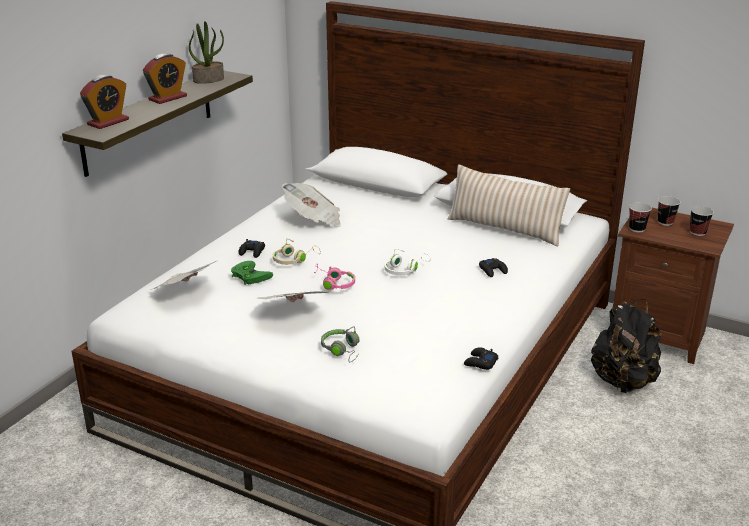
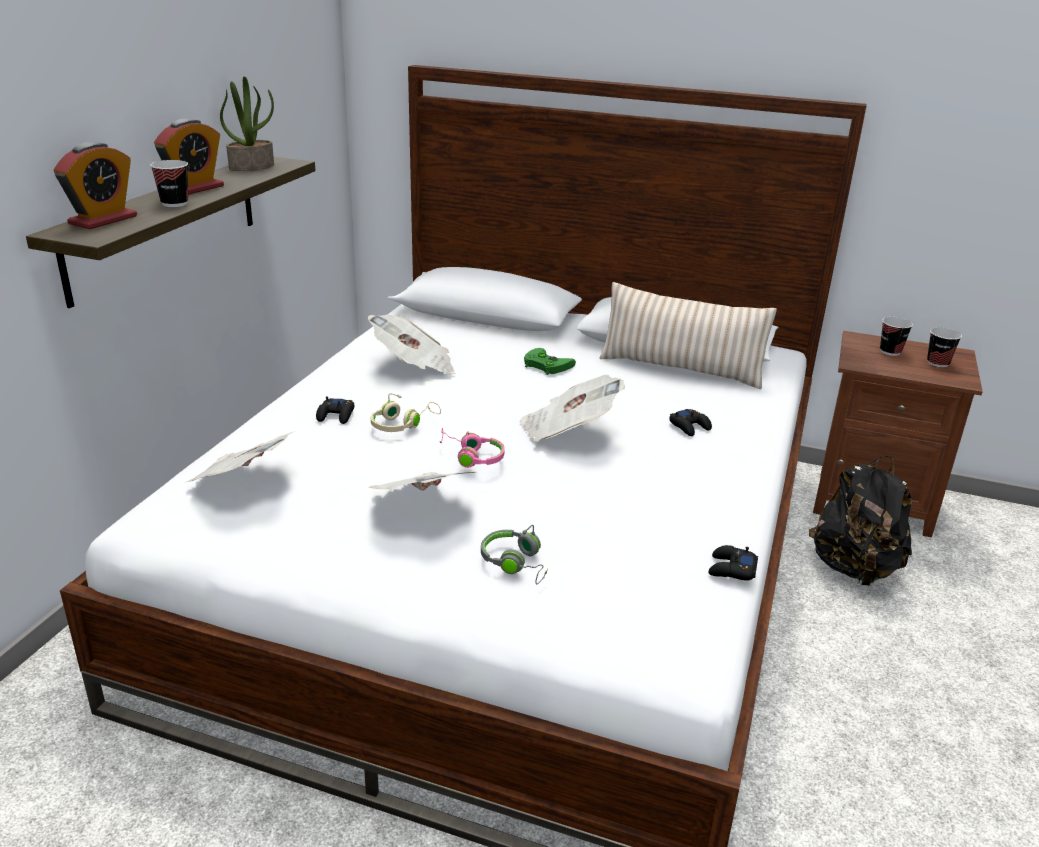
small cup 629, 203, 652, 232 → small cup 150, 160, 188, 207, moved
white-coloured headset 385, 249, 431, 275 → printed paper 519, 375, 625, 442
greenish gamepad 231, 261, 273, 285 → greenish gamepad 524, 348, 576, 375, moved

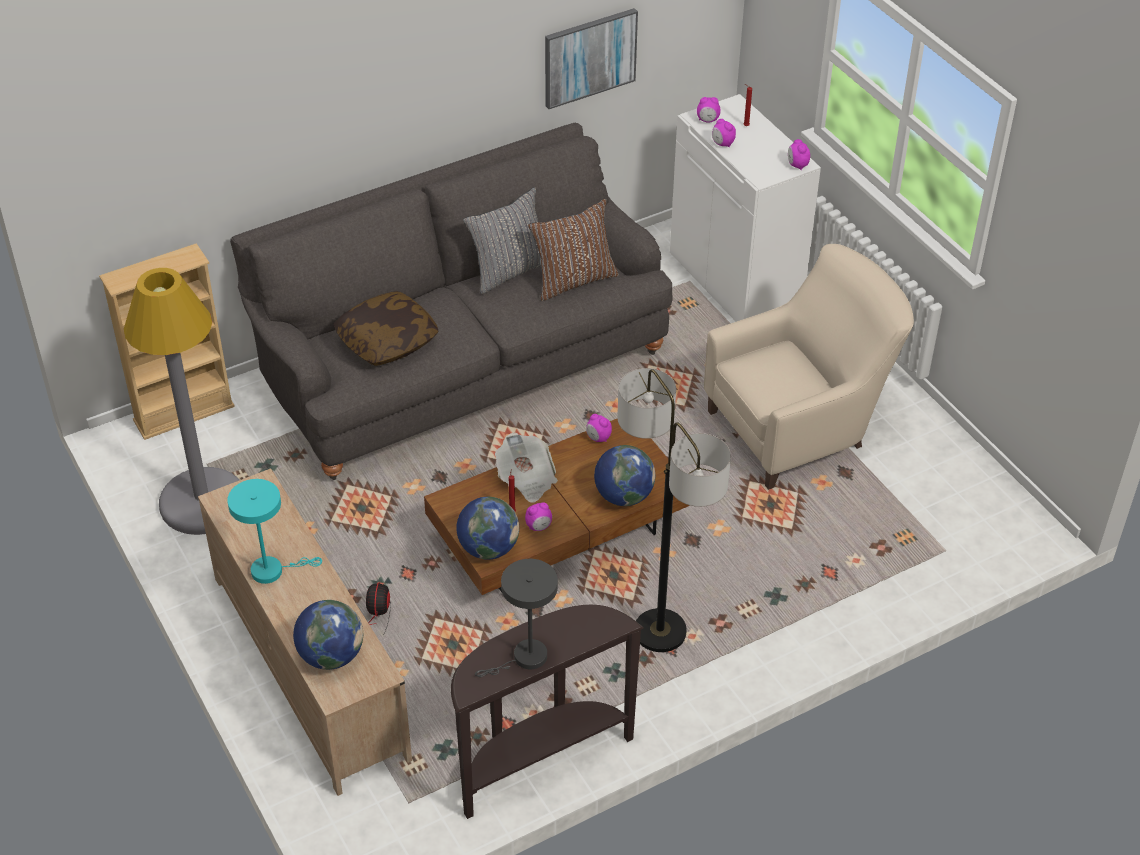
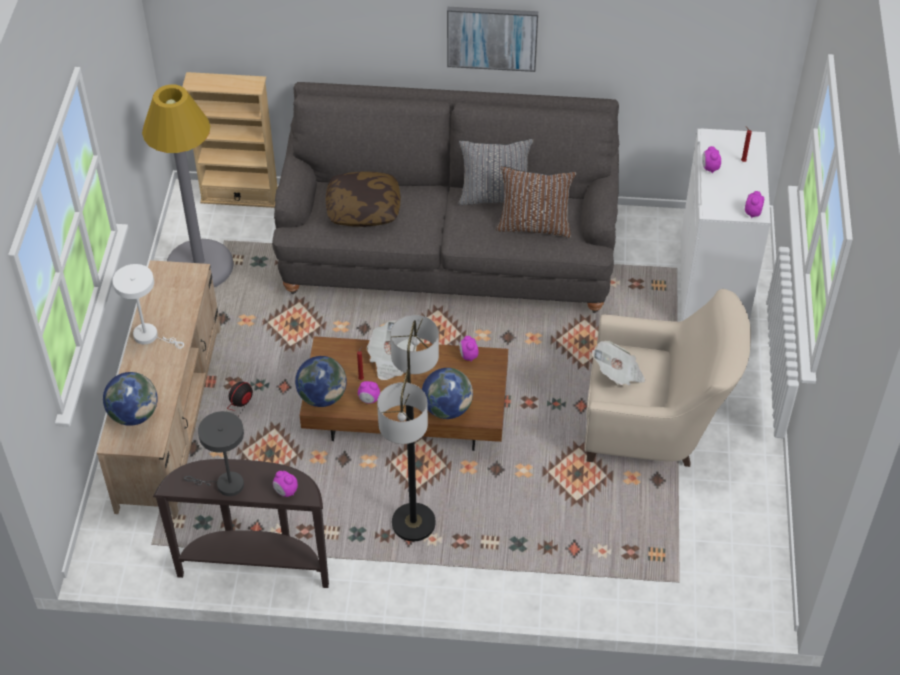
wall picture 545, 8, 638, 109 → wall picture 447, 7, 538, 72, moved
bedside clock 697, 97, 721, 123 → bedside clock 273, 471, 298, 497, moved
turquoise-coloured table lamp 227, 479, 322, 584 → white-coloured table lamp 113, 264, 184, 349
- → printed paper 592, 341, 645, 386

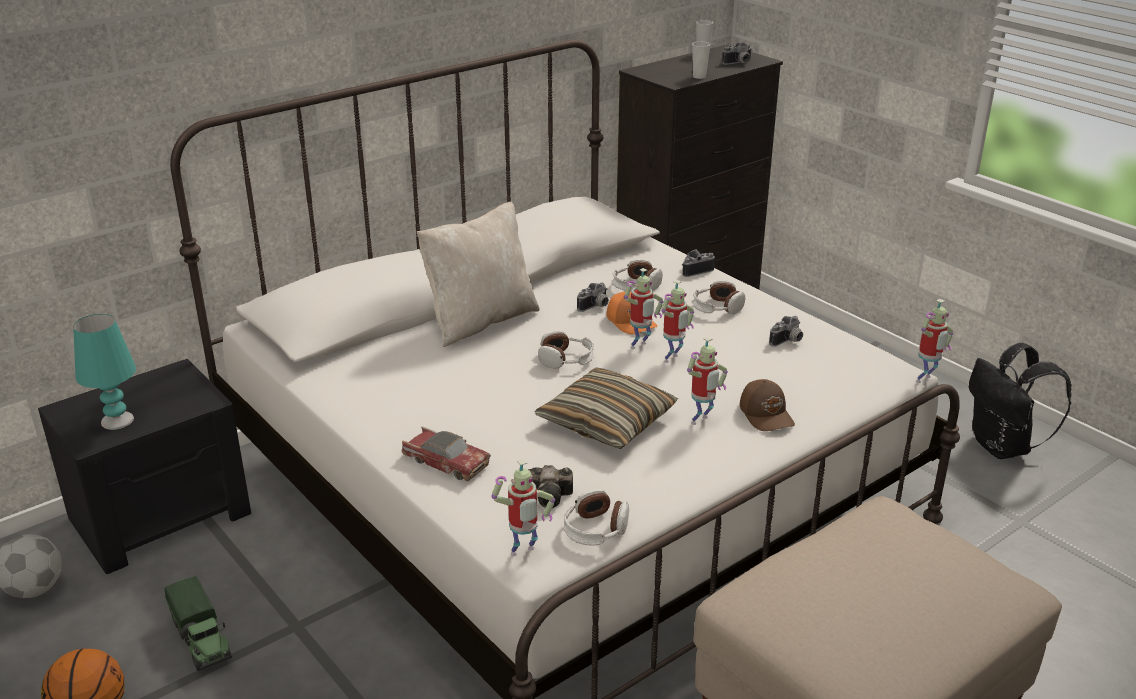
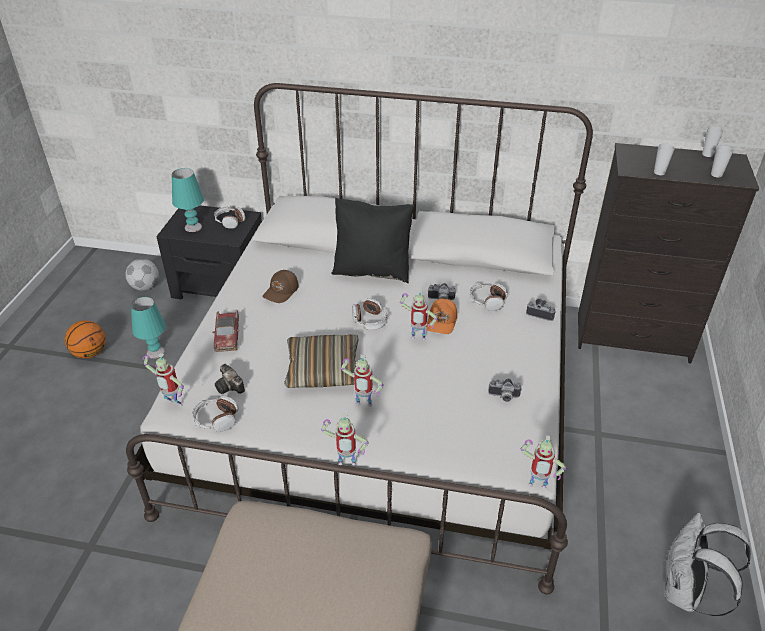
photo camera 722, 42, 752, 65 → small cup 711, 145, 734, 178
beige-coloured cushion 417, 202, 540, 347 → blackish cushion 331, 198, 414, 283
robot figure 661, 280, 694, 363 → robot figure 321, 413, 369, 465, moved
headset 693, 280, 746, 314 → headset 214, 207, 245, 228, moved
blackish backpack 969, 343, 1072, 459 → white-coloured backpack 664, 513, 751, 616
brown-coloured baseball cap 740, 379, 795, 431 → brown-coloured baseball cap 262, 270, 299, 303, moved
model truck 165, 576, 232, 671 → turquoise-coloured table lamp 131, 297, 166, 359

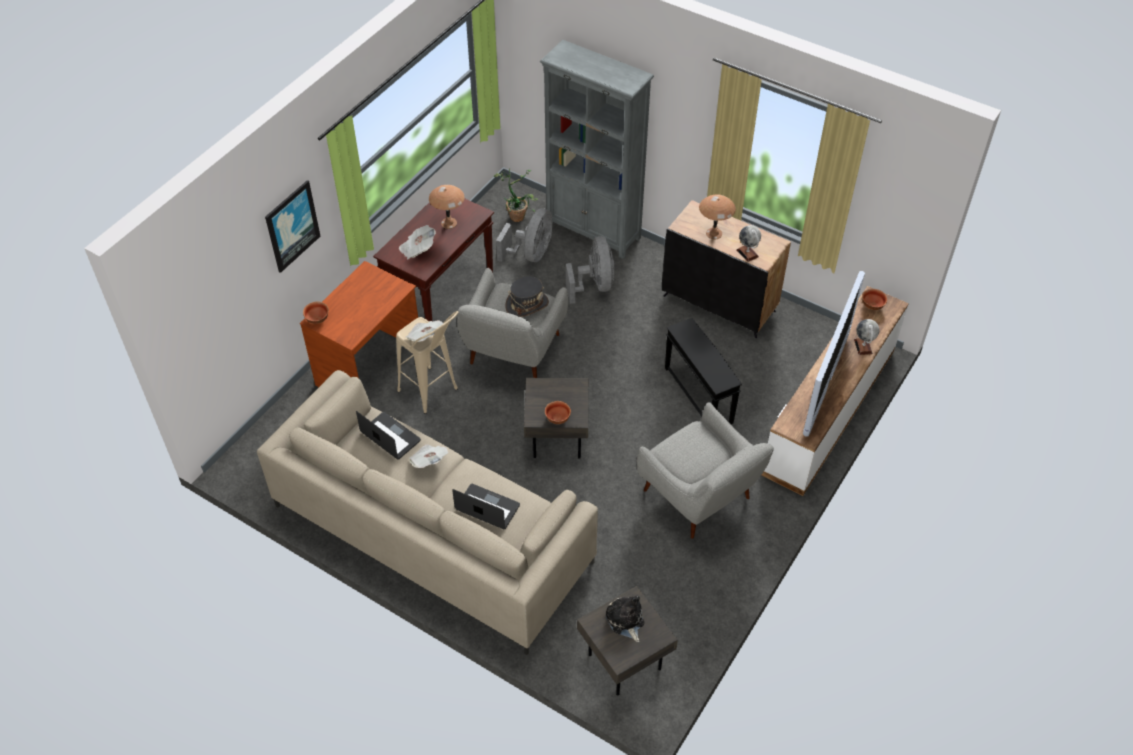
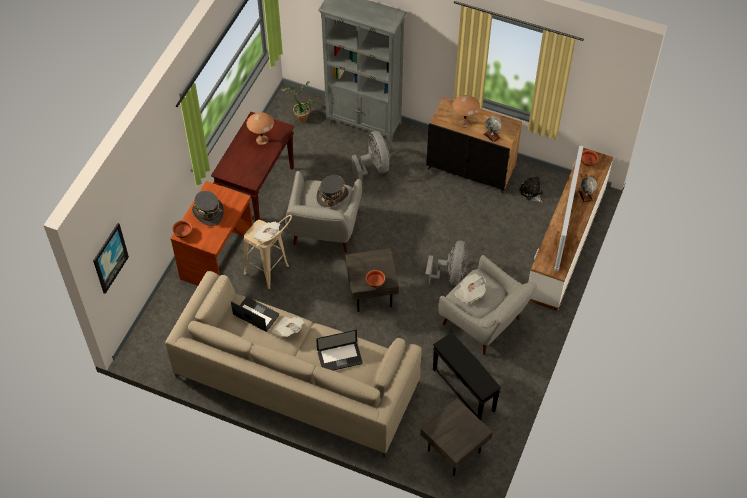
wall picture 265, 180, 320, 273 → wall picture 93, 223, 129, 294, moved
grey cooling fan 496, 208, 552, 262 → grey cooling fan 425, 241, 468, 288, moved
printed paper 399, 225, 436, 259 → printed paper 454, 274, 486, 305, moved
blackish accent table 665, 318, 742, 424 → blackish accent table 433, 332, 501, 420, moved
portable computer 452, 484, 520, 529 → portable computer 316, 330, 363, 371, 150 degrees clockwise
soft toy 606, 595, 644, 642 → soft toy 519, 176, 543, 203, moved
- → grey hat 192, 191, 224, 226

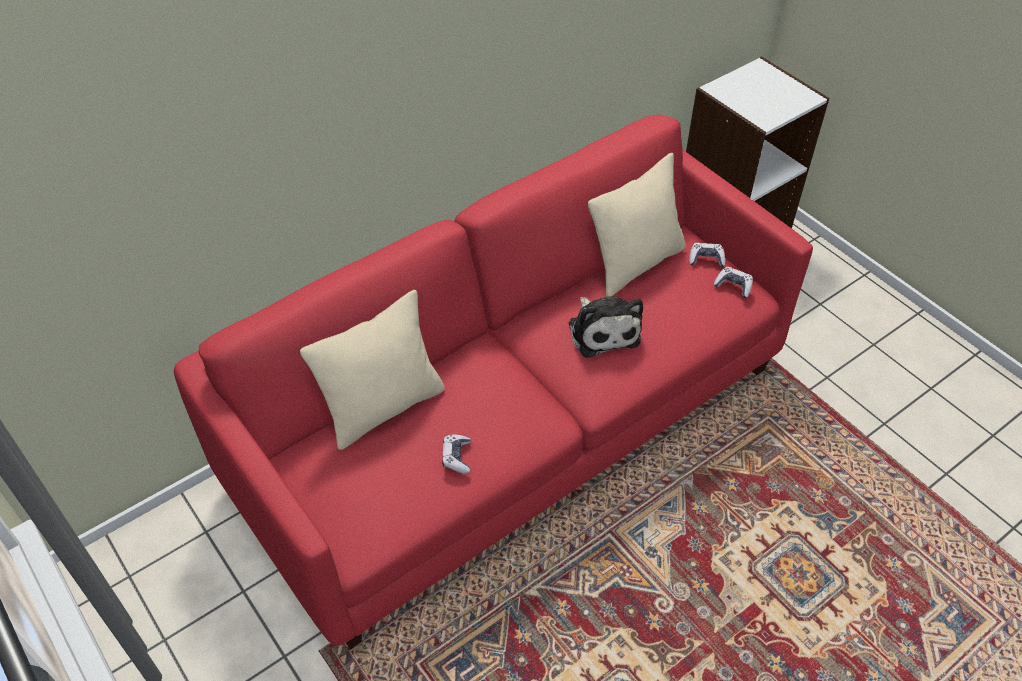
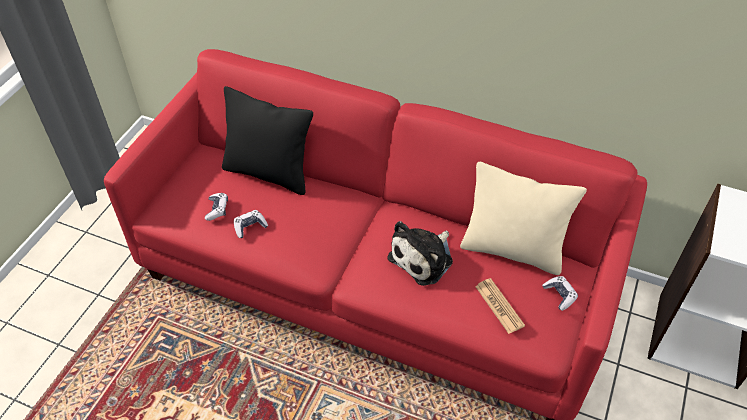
gamepad 714, 267, 753, 298 → gamepad 205, 193, 228, 221, moved
beige-coloured cushion 300, 290, 445, 450 → blackish cushion 222, 86, 313, 195
- → printed paper 475, 278, 525, 334

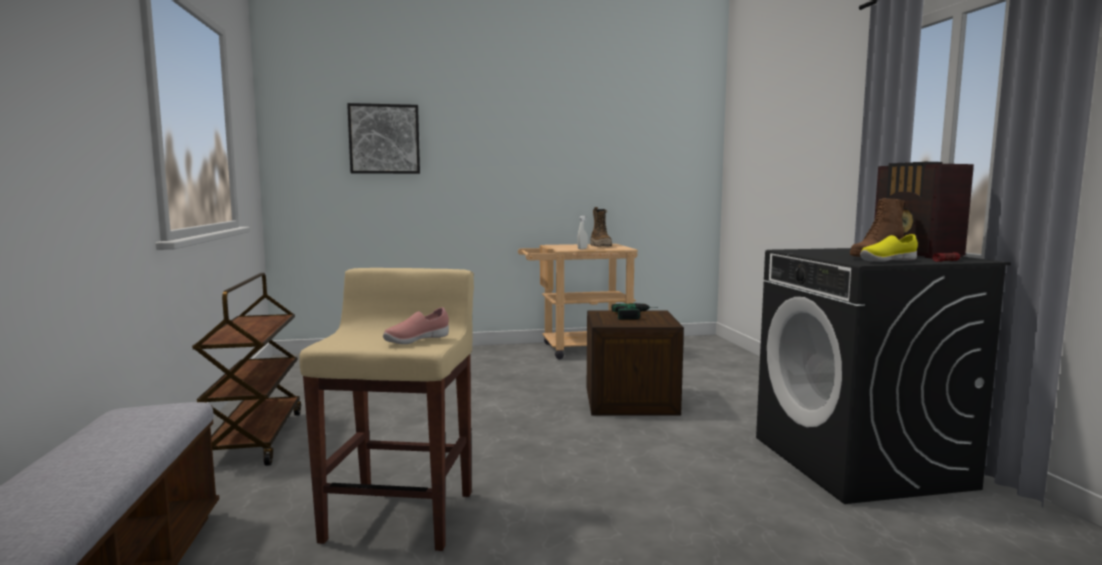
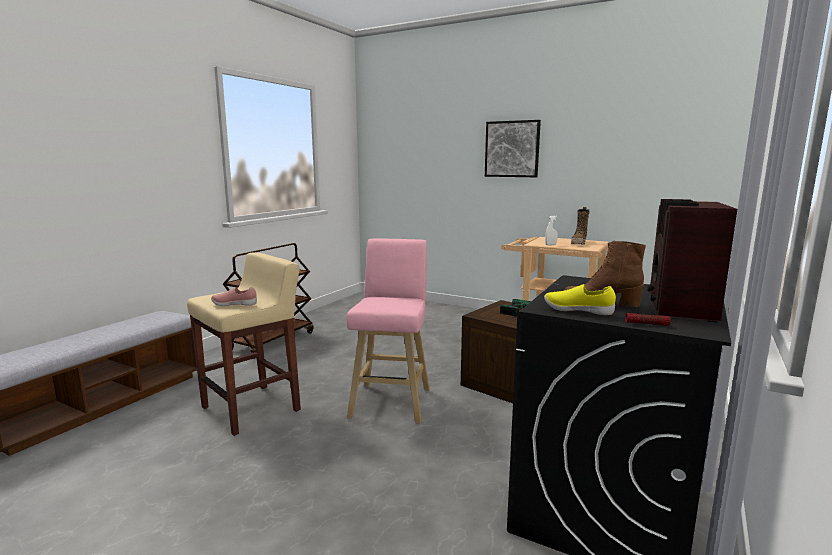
wall picture 347, 103, 420, 174 → wall picture 485, 120, 541, 177, moved
- → pink-coloured stool seat 346, 238, 430, 424

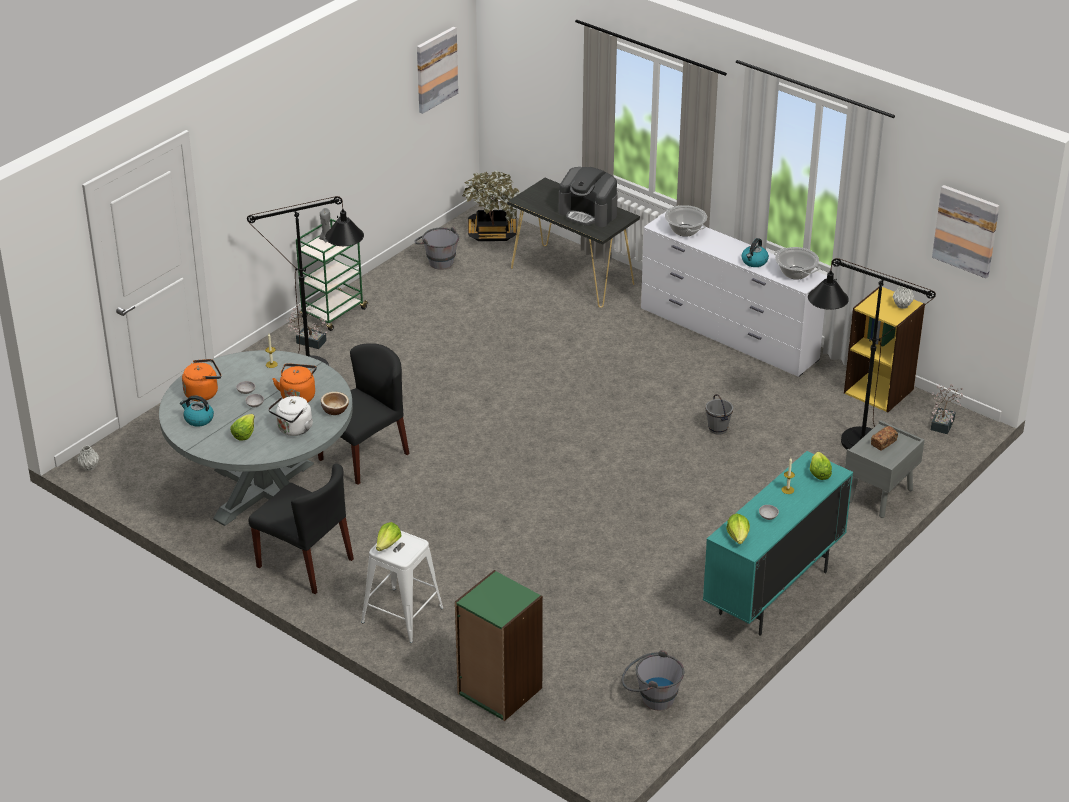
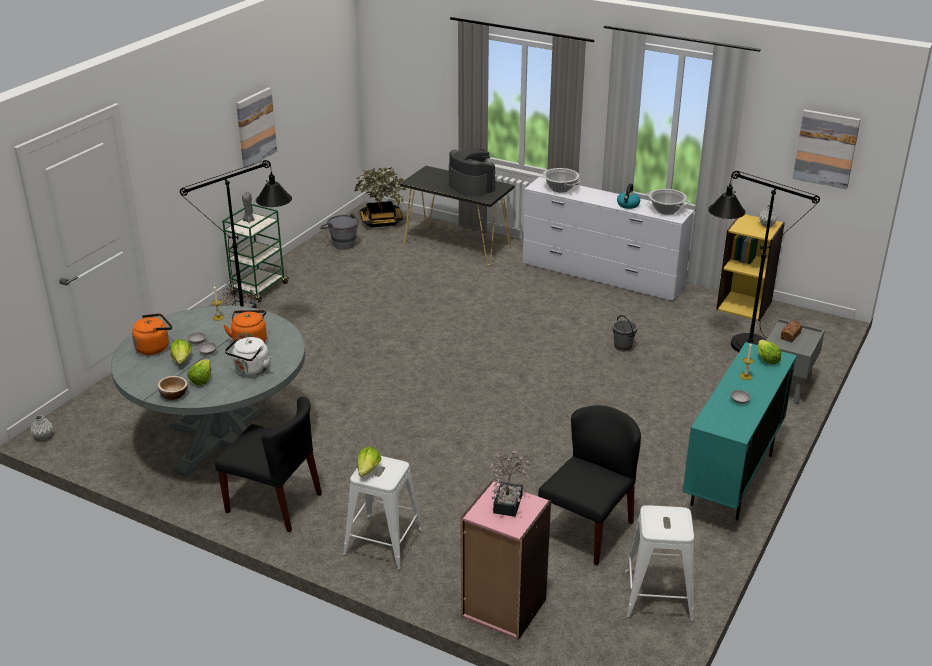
wall picture 417, 27, 458, 114 → wall picture 236, 87, 277, 168, moved
coffee maker 559, 167, 618, 227 → coffee maker 449, 148, 495, 197, 150 degrees counterclockwise
blackish plain chair 318, 343, 409, 485 → blackish plain chair 538, 405, 641, 565, moved
plant in a pot 931, 384, 963, 434 → plant in a pot 490, 451, 531, 517, moved
deep dish 321, 392, 349, 415 → deep dish 157, 376, 188, 400, moved
water kettle 180, 395, 214, 427 → -
lettuce 727, 513, 750, 544 → lettuce 170, 339, 192, 364, moved
greenish shelving unit 455, 570, 543, 721 → pink-coloured shelving unit 461, 481, 551, 640
grey water bucket 622, 650, 684, 710 → white-coloured stool seat 624, 505, 694, 622

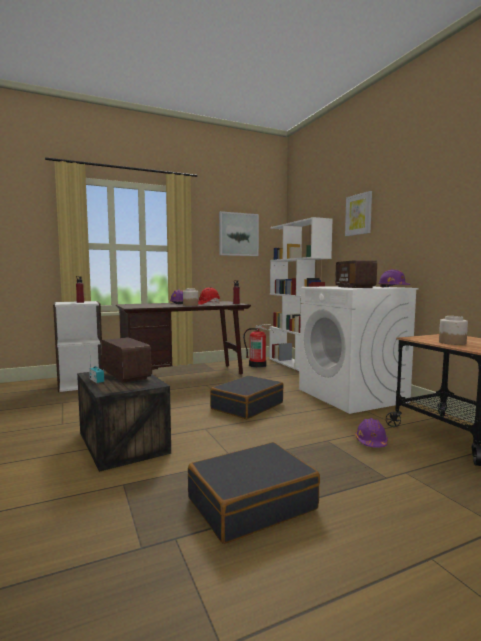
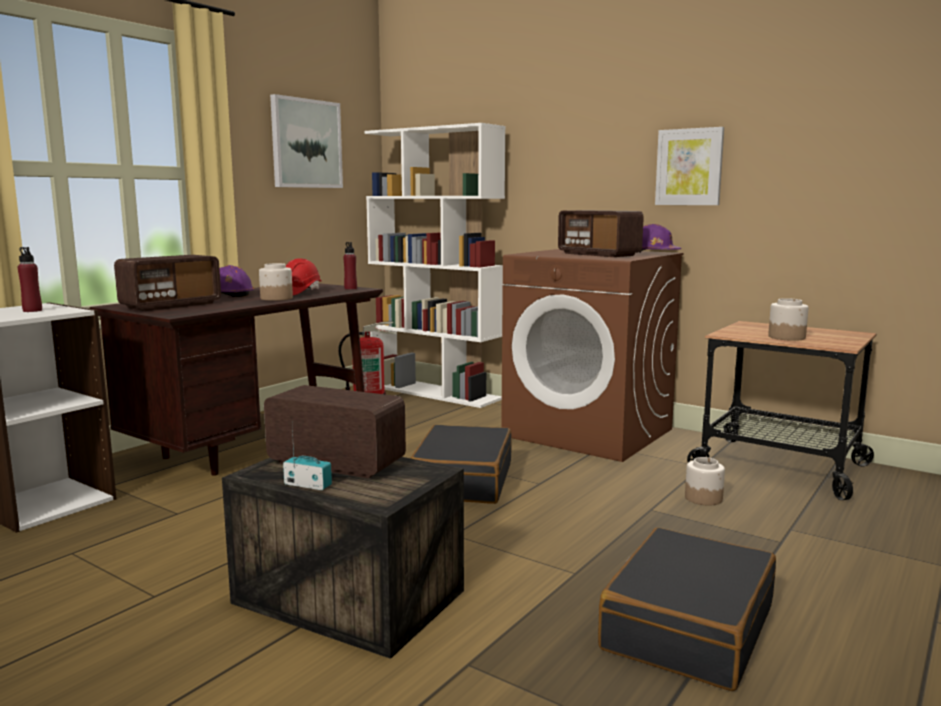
wall picture 345, 191, 372, 236 → wall picture 655, 127, 724, 205, moved
white-coloured laundry appliance 299, 286, 418, 414 → brown-coloured laundry appliance 501, 249, 683, 462
purple work helmet 355, 418, 388, 448 → preserve jar 685, 457, 725, 505
- → radio 114, 255, 221, 311

